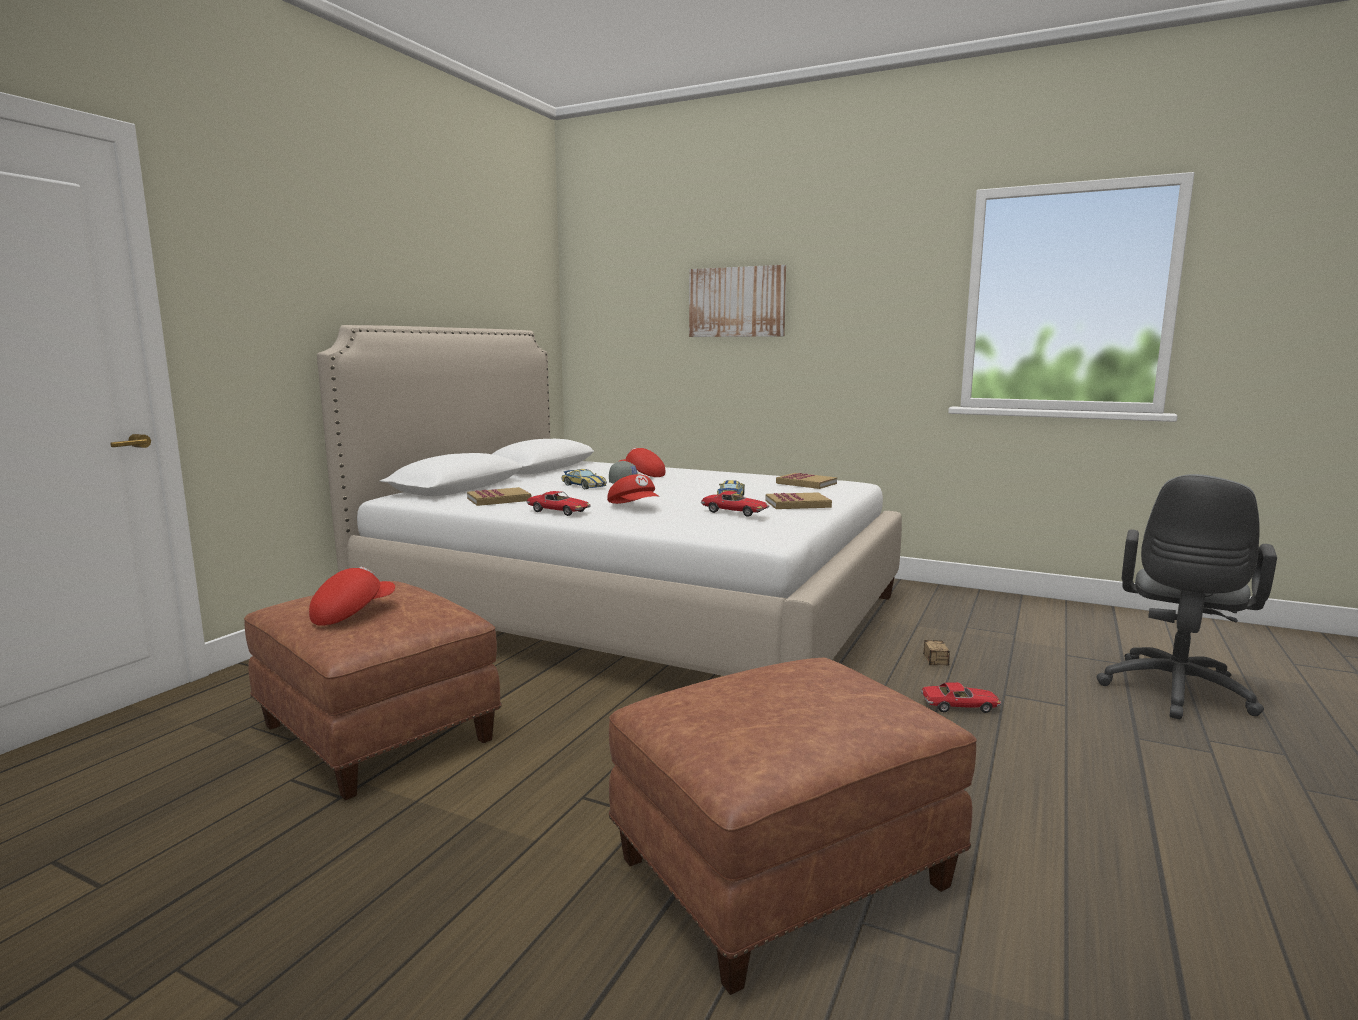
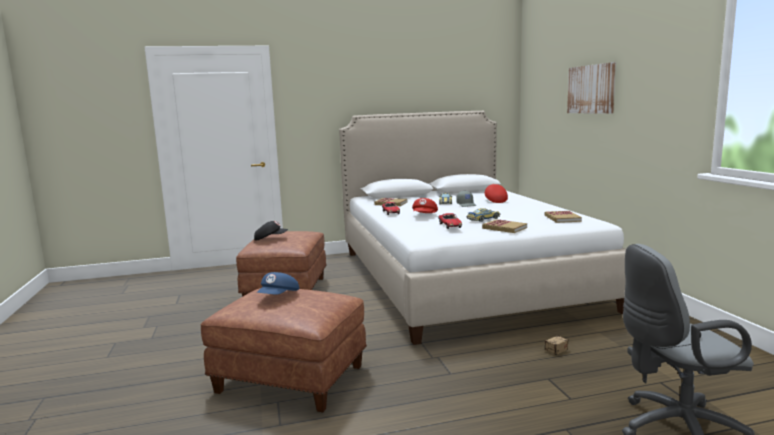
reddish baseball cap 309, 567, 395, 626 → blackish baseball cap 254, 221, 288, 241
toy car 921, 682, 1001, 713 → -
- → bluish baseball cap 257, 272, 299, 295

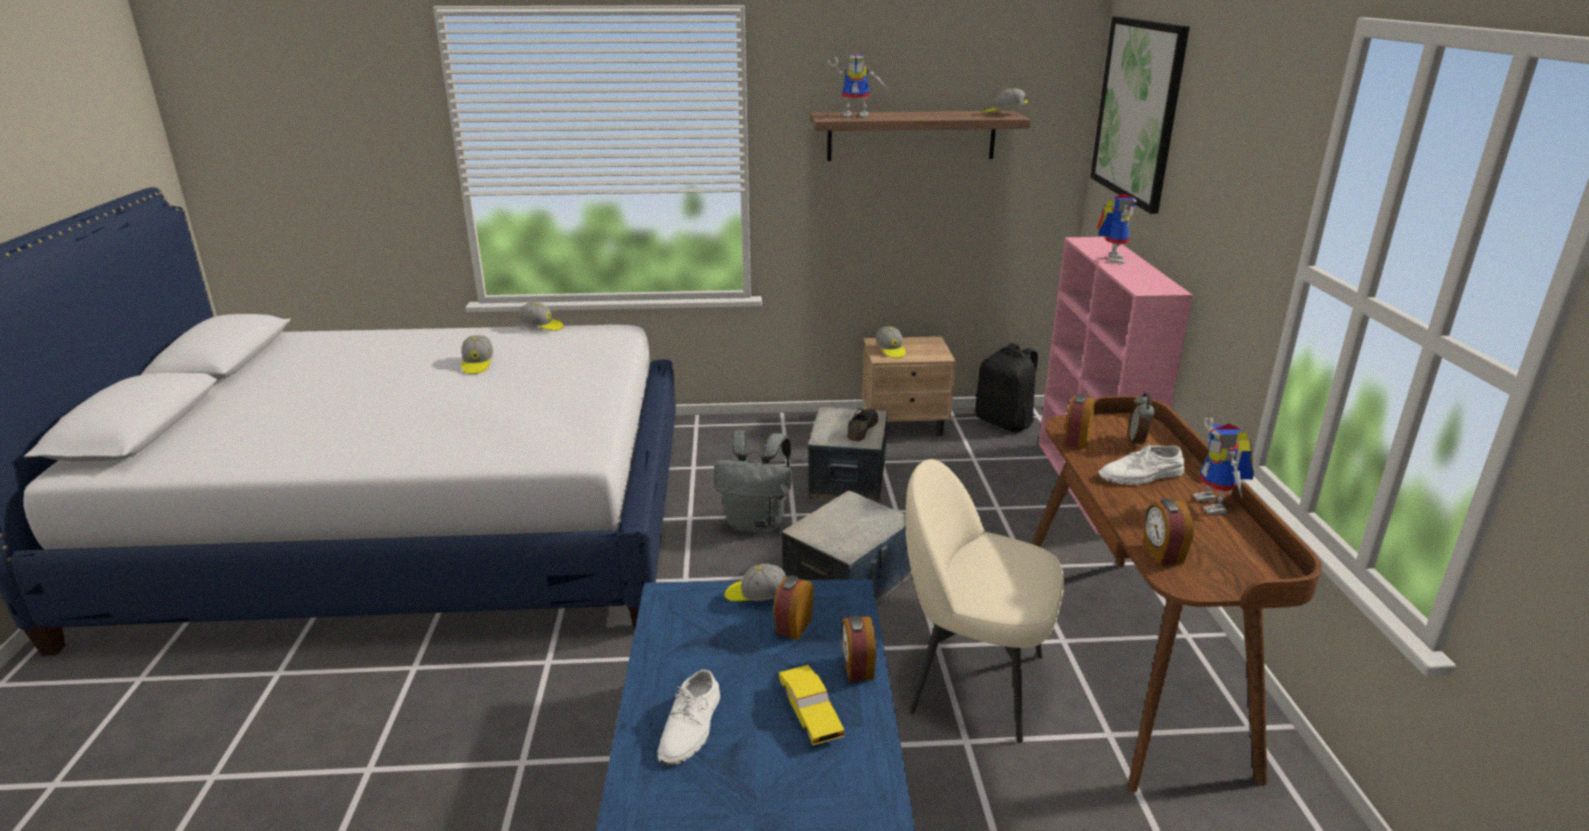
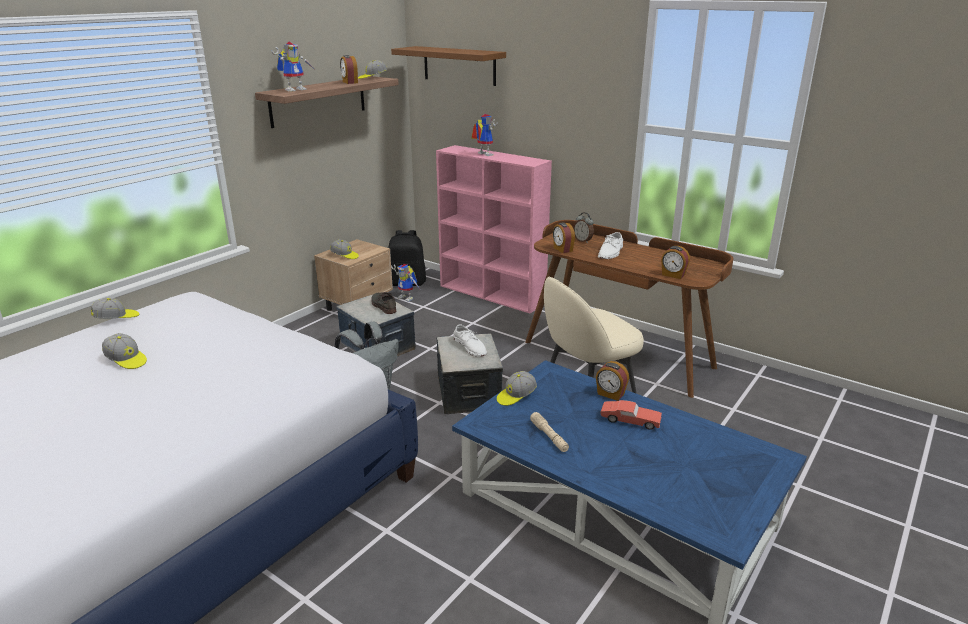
wall picture 1090, 16, 1190, 214 → brown-coloured shelf 391, 46, 506, 86
robot figure 1193, 418, 1254, 515 → robot figure 391, 264, 420, 302, moved
bedside clock 773, 575, 814, 640 → bedside clock 340, 55, 358, 84, moved
yellow-coloured toy car 779, 665, 844, 745 → reddish toy car 600, 400, 662, 430
white-coloured item of footwear 657, 670, 720, 765 → white-coloured item of footwear 453, 324, 487, 357, moved
- → beige-coloured hand torch 530, 412, 569, 452

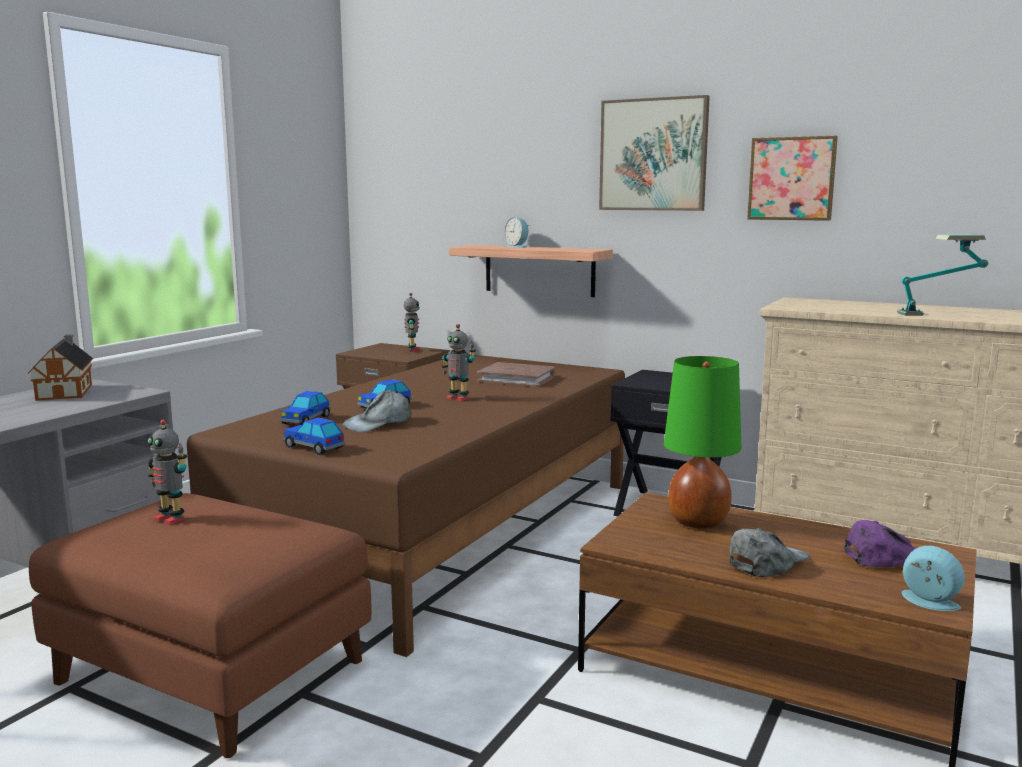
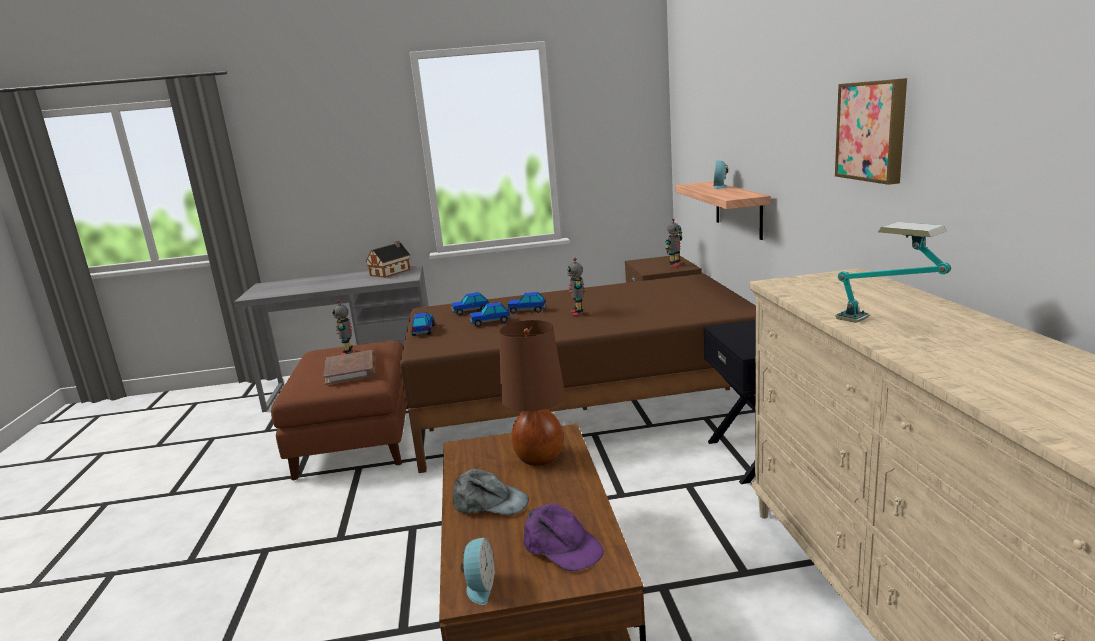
wall picture 599, 95, 710, 211 → -
greenish table lamp 664, 356, 741, 529 → brown-coloured table lamp 499, 320, 565, 466
brown-coloured book 477, 362, 555, 387 → brown-coloured book 323, 350, 375, 385, moved
grey baseball cap 343, 390, 412, 432 → toy car 470, 302, 510, 327

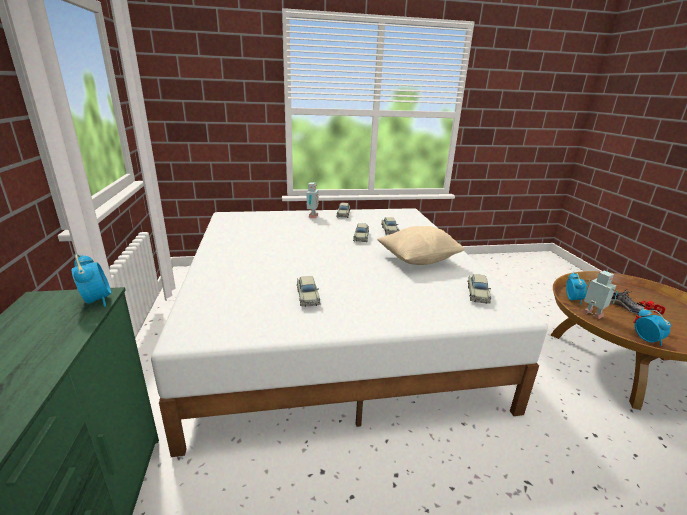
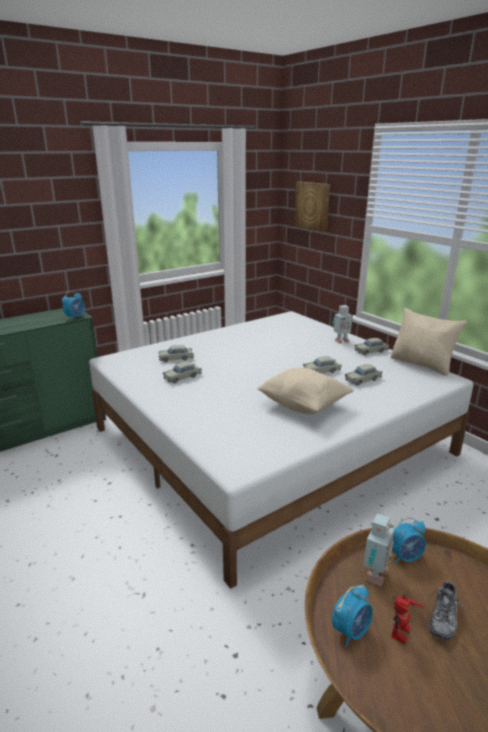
beige-coloured toy car 468, 274, 491, 304 → beige-coloured toy car 159, 345, 194, 362, moved
- → wall picture 295, 182, 330, 232
- → beige-coloured cushion 391, 308, 467, 376

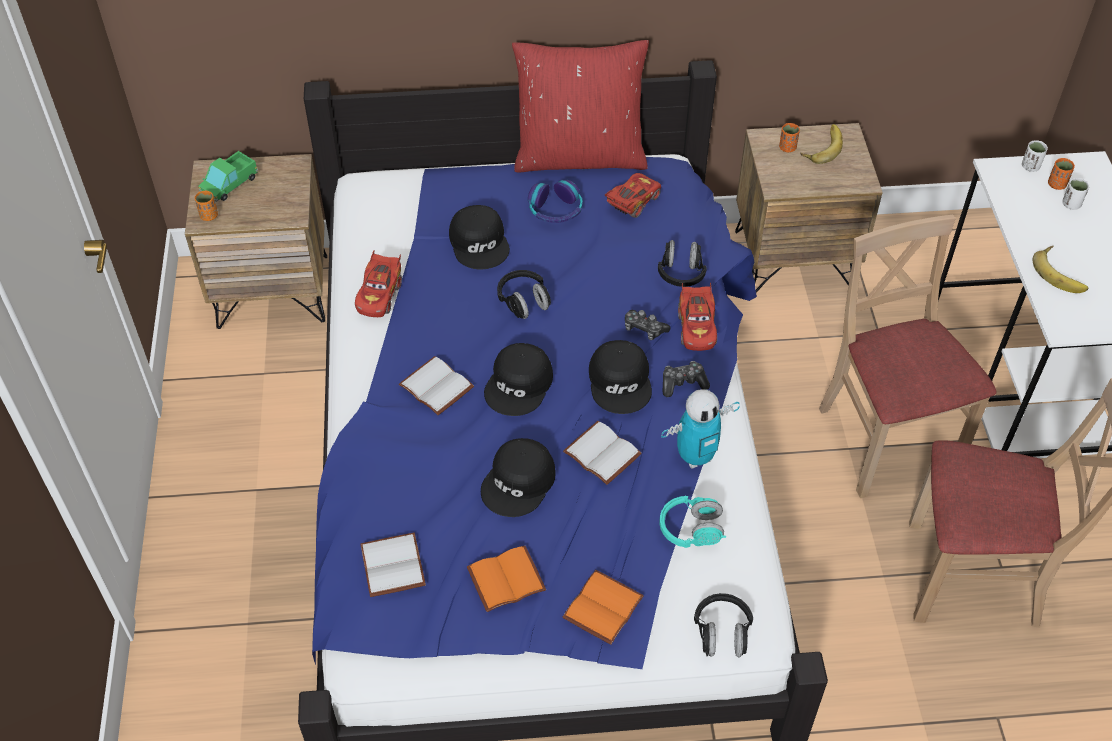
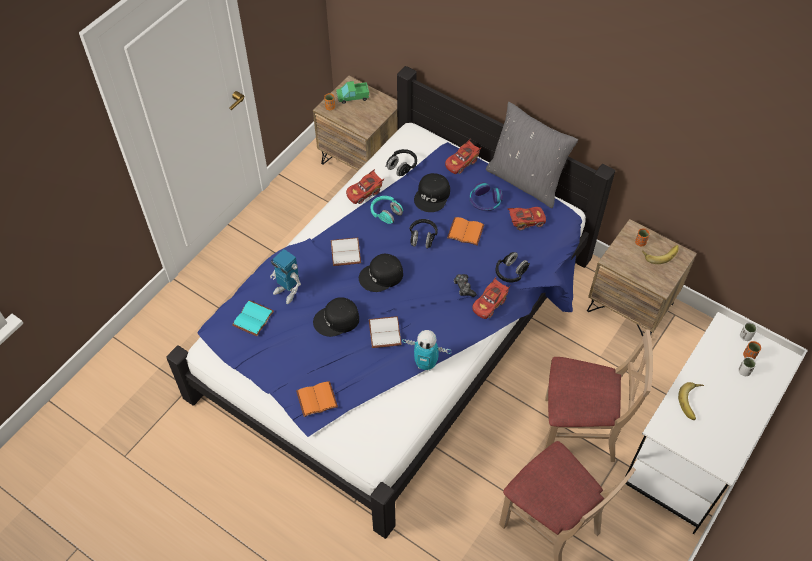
reddish cushion 512, 40, 649, 173 → grey cushion 486, 102, 578, 208
beige-coloured plain chair 819, 215, 997, 498 → beige-coloured plain chair 544, 329, 653, 462, 75 degrees clockwise
blackish baseball cap 589, 340, 652, 414 → -
gamepad 662, 361, 710, 397 → -
turquoise-coloured headset 660, 496, 726, 548 → turquoise-coloured headset 371, 196, 403, 224, moved
white-coloured book 361, 532, 426, 597 → turquoise-coloured book 232, 300, 274, 336
orangey book 467, 546, 546, 612 → orangey book 447, 217, 484, 246, moved
blackish headset 694, 593, 753, 658 → blackish headset 385, 149, 417, 176, moved
- → reddish toy car 445, 139, 482, 174
- → robot figure 270, 249, 301, 304

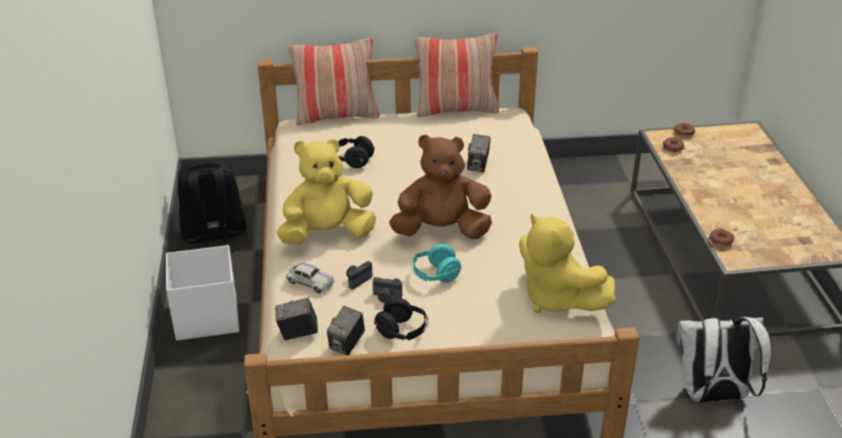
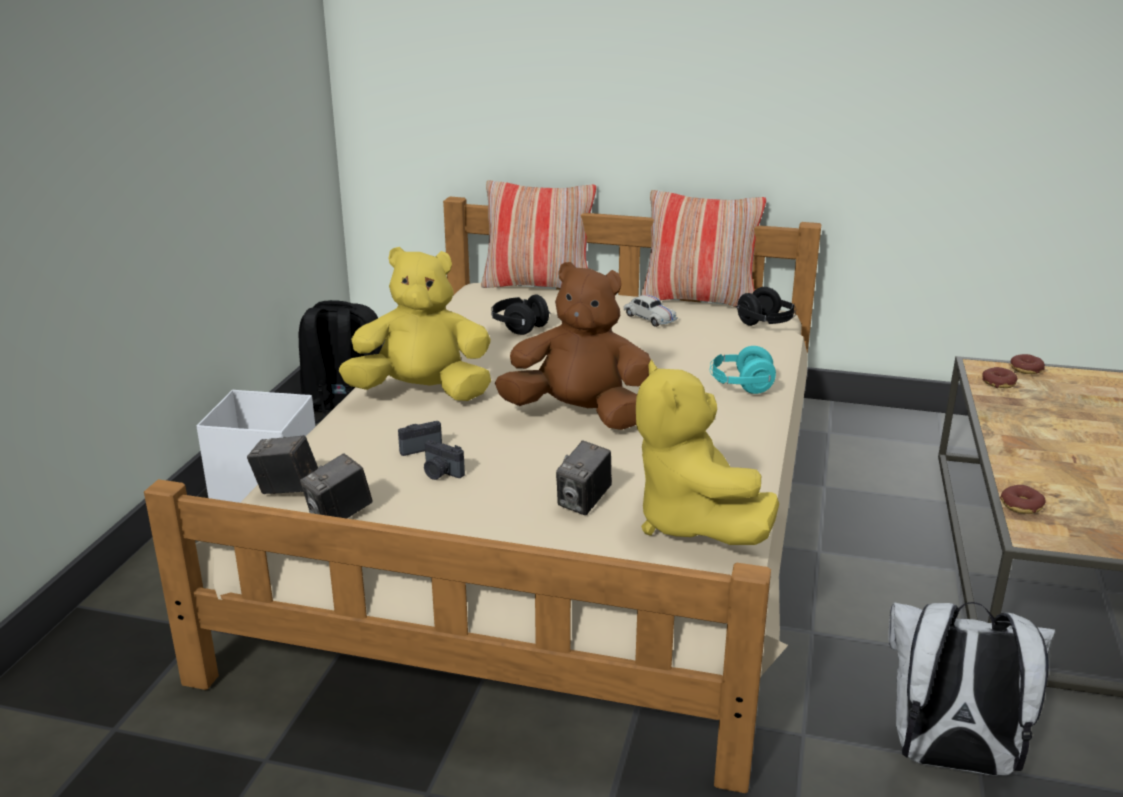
photo camera 467, 134, 491, 172 → photo camera 556, 441, 612, 515, moved
turquoise-coloured headset 411, 244, 461, 282 → turquoise-coloured headset 710, 346, 776, 394, moved
white-coloured toy car 286, 263, 335, 293 → white-coloured toy car 624, 295, 677, 327, moved
blackish headset 374, 298, 428, 340 → blackish headset 736, 287, 796, 326, moved

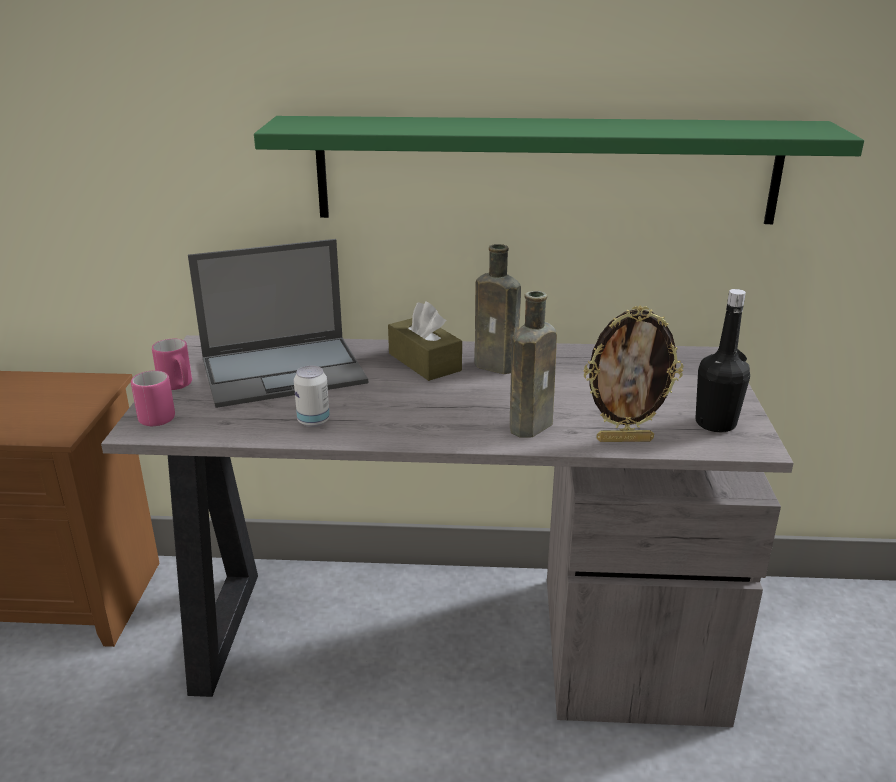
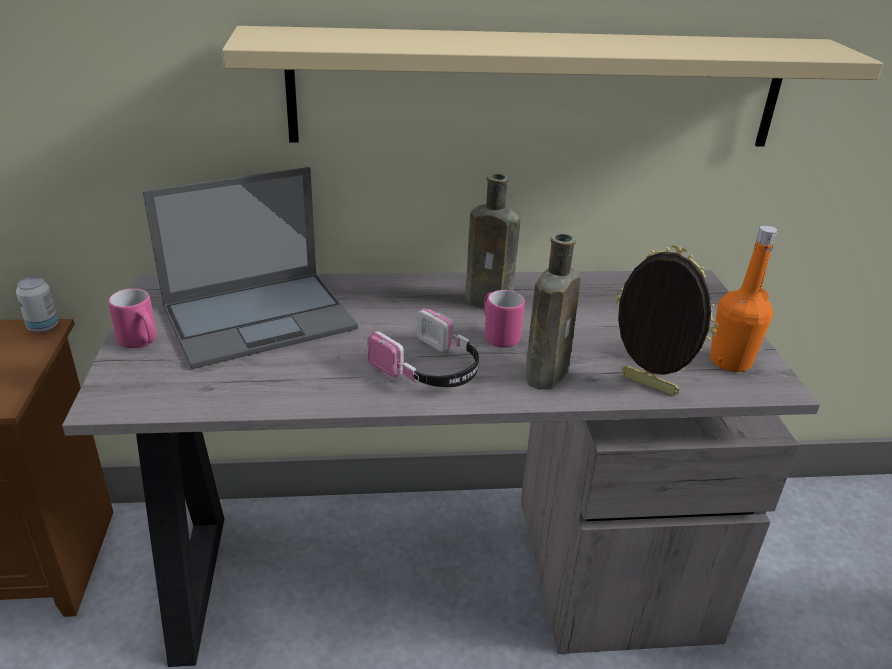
greenish shelf 254, 116, 864, 224 → beige-coloured shelf 222, 26, 883, 146
blackish bottle 696, 289, 750, 432 → orangey bottle 710, 225, 778, 372
brown-coloured tissue holder 388, 301, 462, 381 → -
picture frame 583, 305, 683, 442 → picture frame 615, 245, 718, 396, 135 degrees counterclockwise
sealed can 294, 366, 330, 427 → sealed can 16, 277, 58, 333, moved
pink-coloured tea mug 131, 370, 175, 426 → pink-coloured tea mug 484, 290, 525, 348, moved
- → headset 368, 308, 479, 387

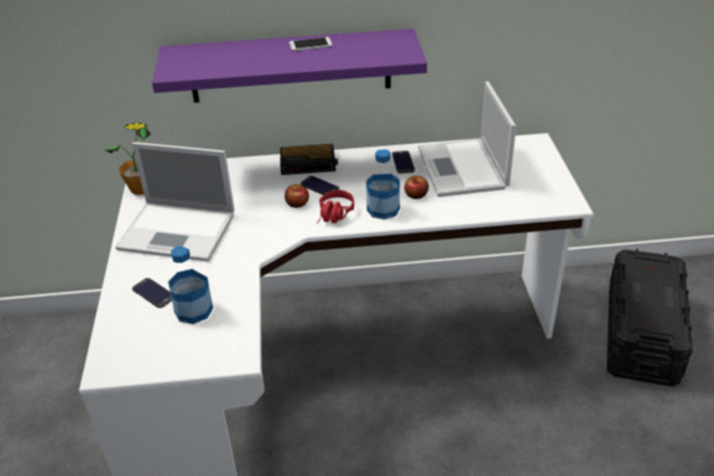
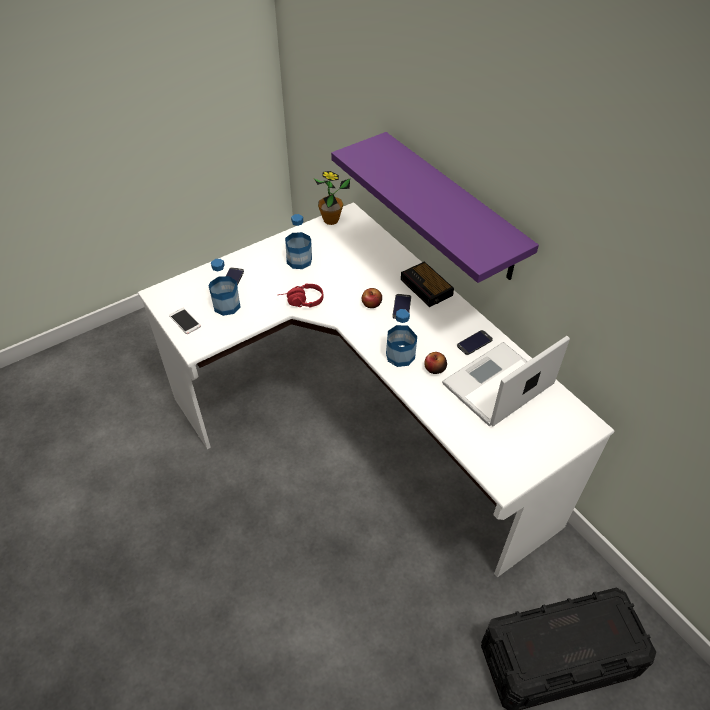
phone 289, 37, 332, 51 → phone 169, 308, 201, 334, moved
portable computer 115, 142, 235, 261 → bottle 285, 214, 312, 269
reddish headset 317, 190, 354, 224 → reddish headset 278, 283, 323, 308, moved

